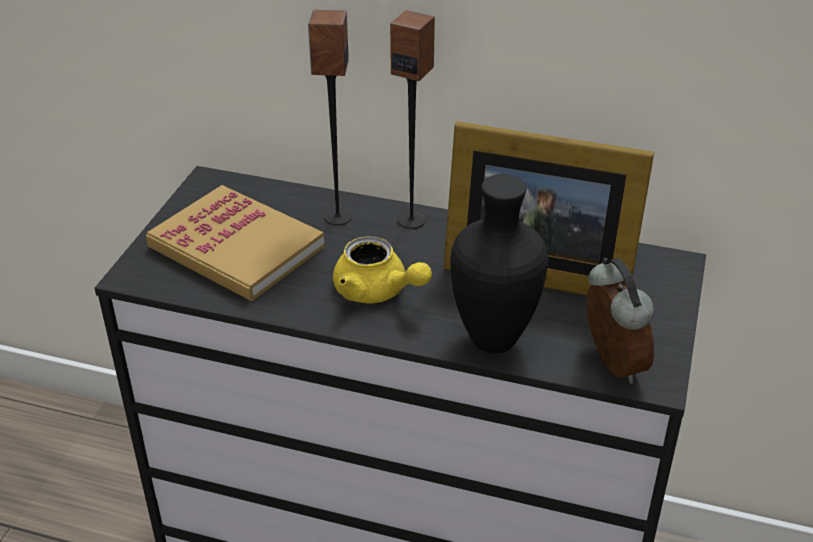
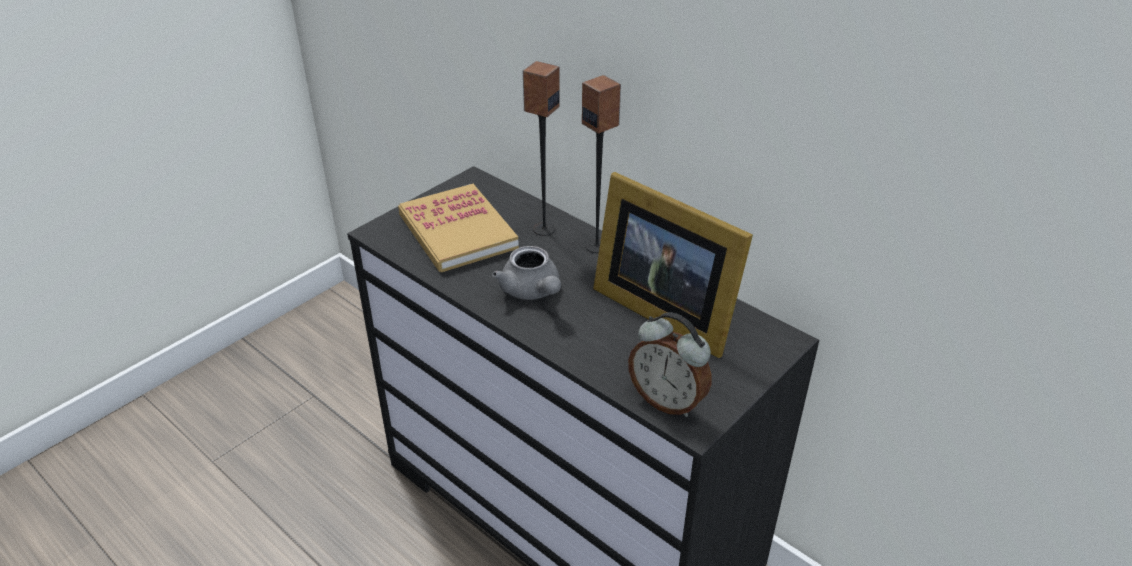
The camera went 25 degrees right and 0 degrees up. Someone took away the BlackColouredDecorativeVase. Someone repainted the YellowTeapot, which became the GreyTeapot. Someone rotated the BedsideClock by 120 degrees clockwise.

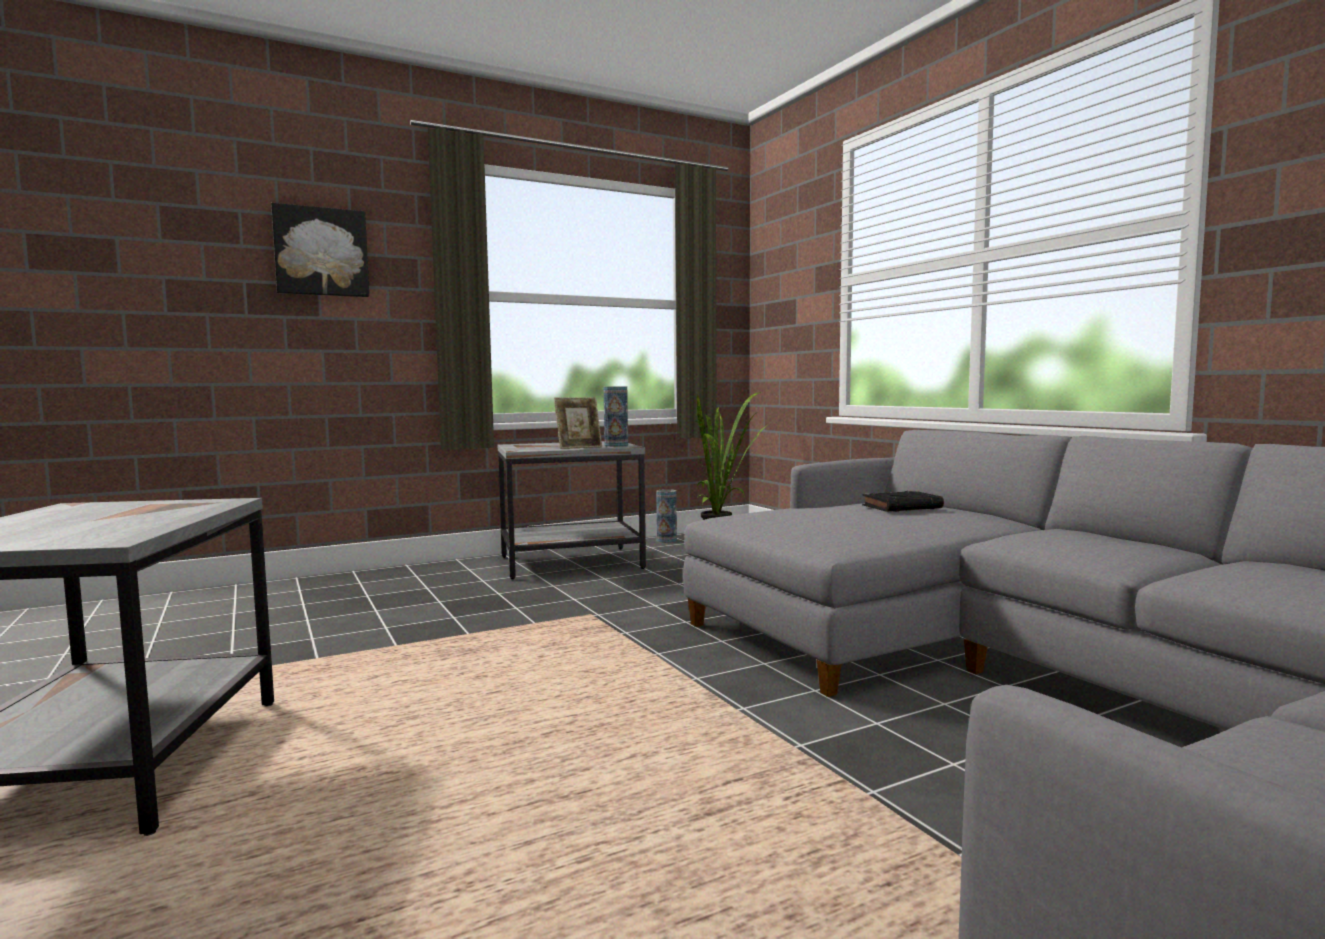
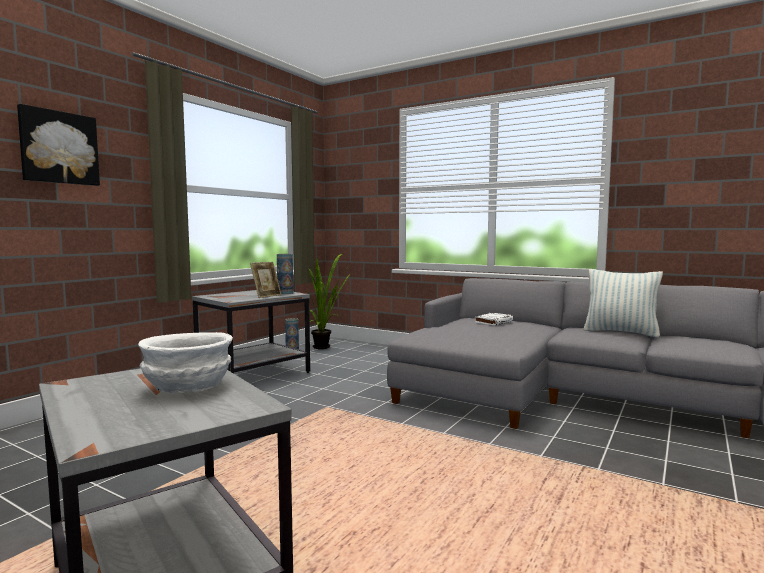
The camera went 30 degrees left and 0 degrees up. Someone put down the WhitishDeepDish. Someone put down the Cushion. Someone repainted the BlackColouredBook, which became the WhitishBook.

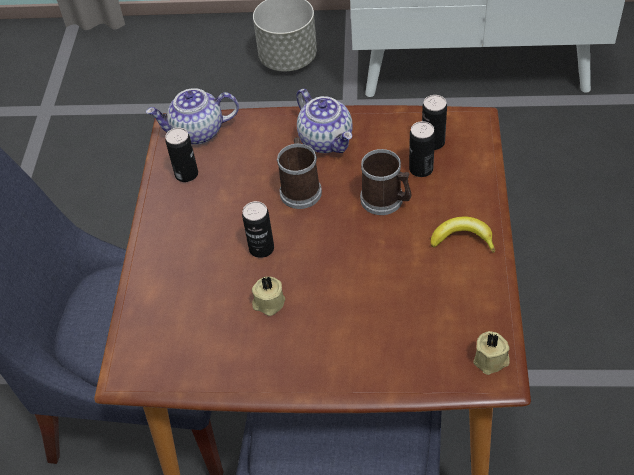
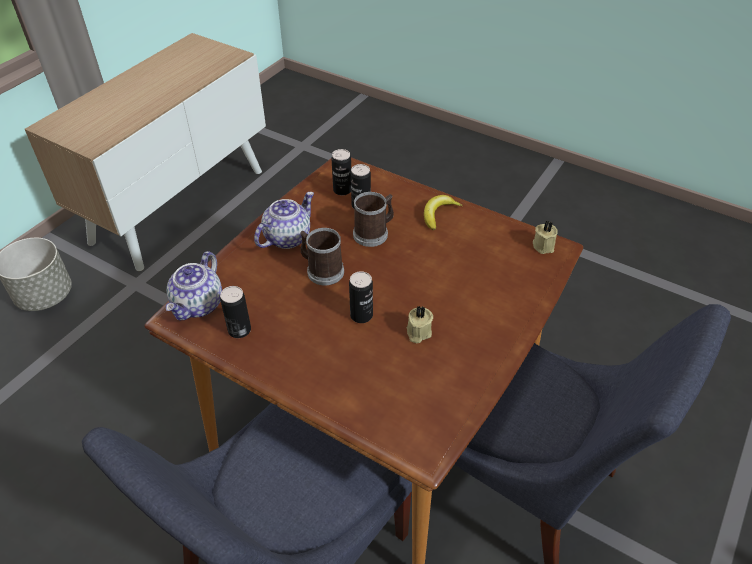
The camera went 65 degrees left and 5 degrees down. Someone rotated the Teapot (no. 2 from left) by 45 degrees counterclockwise.

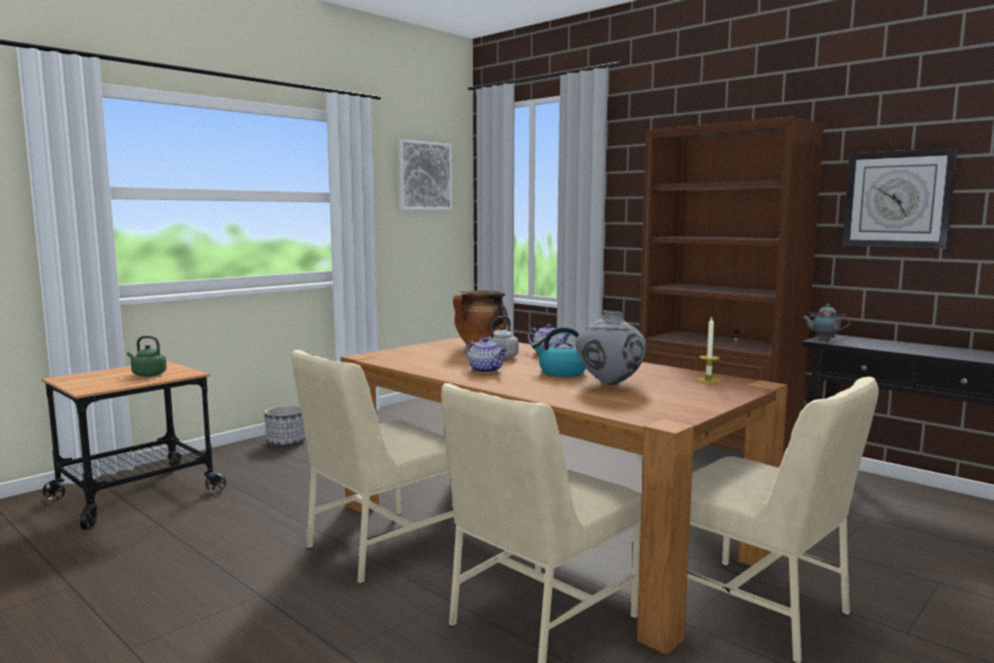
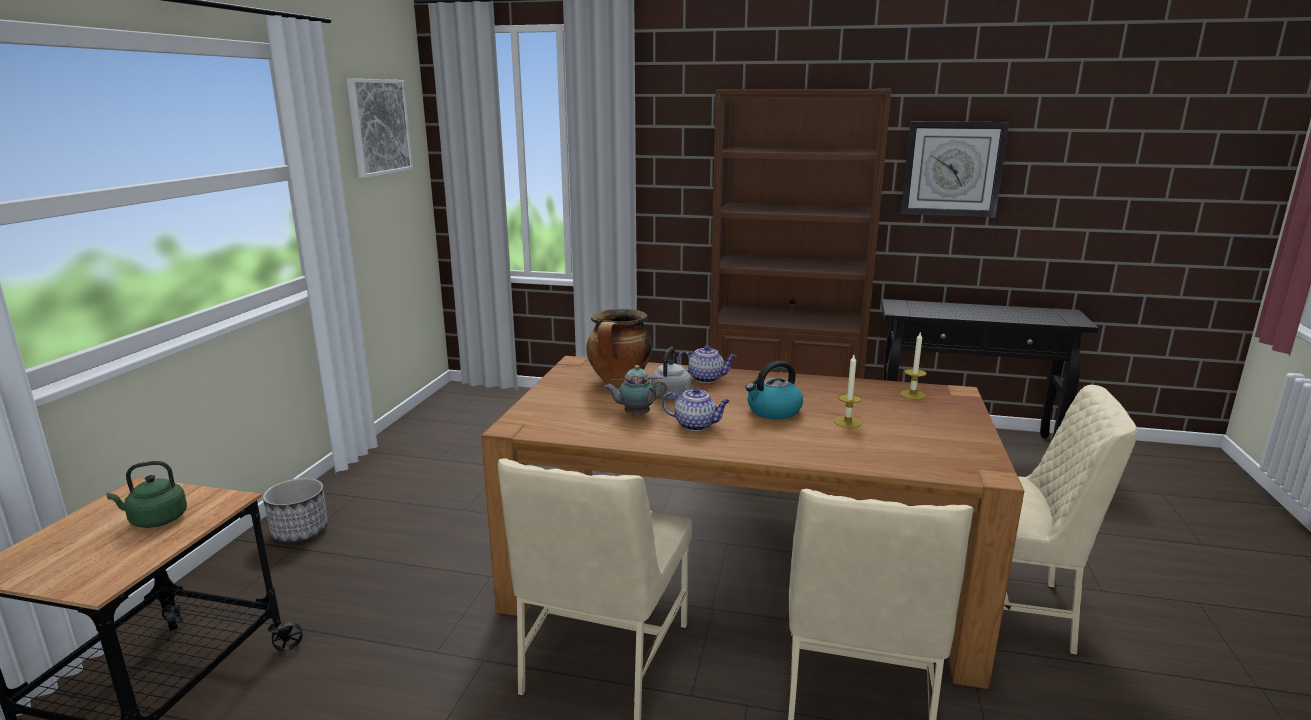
The camera went 30 degrees left and 10 degrees up. Someone carried the Teapot (no. 3 from left in the first image). Someone swapped the GreyDecorativeVase for the WaxLight (no. 1 from left).

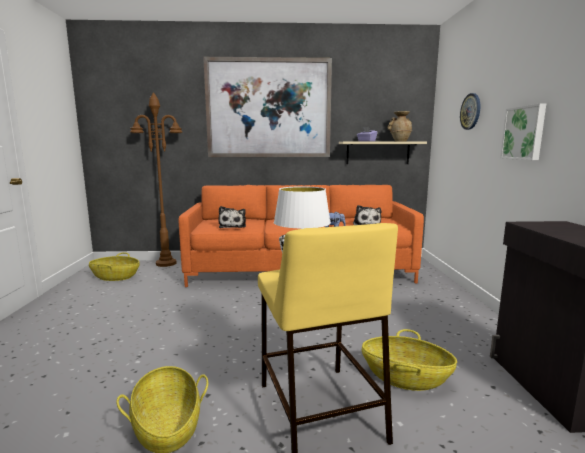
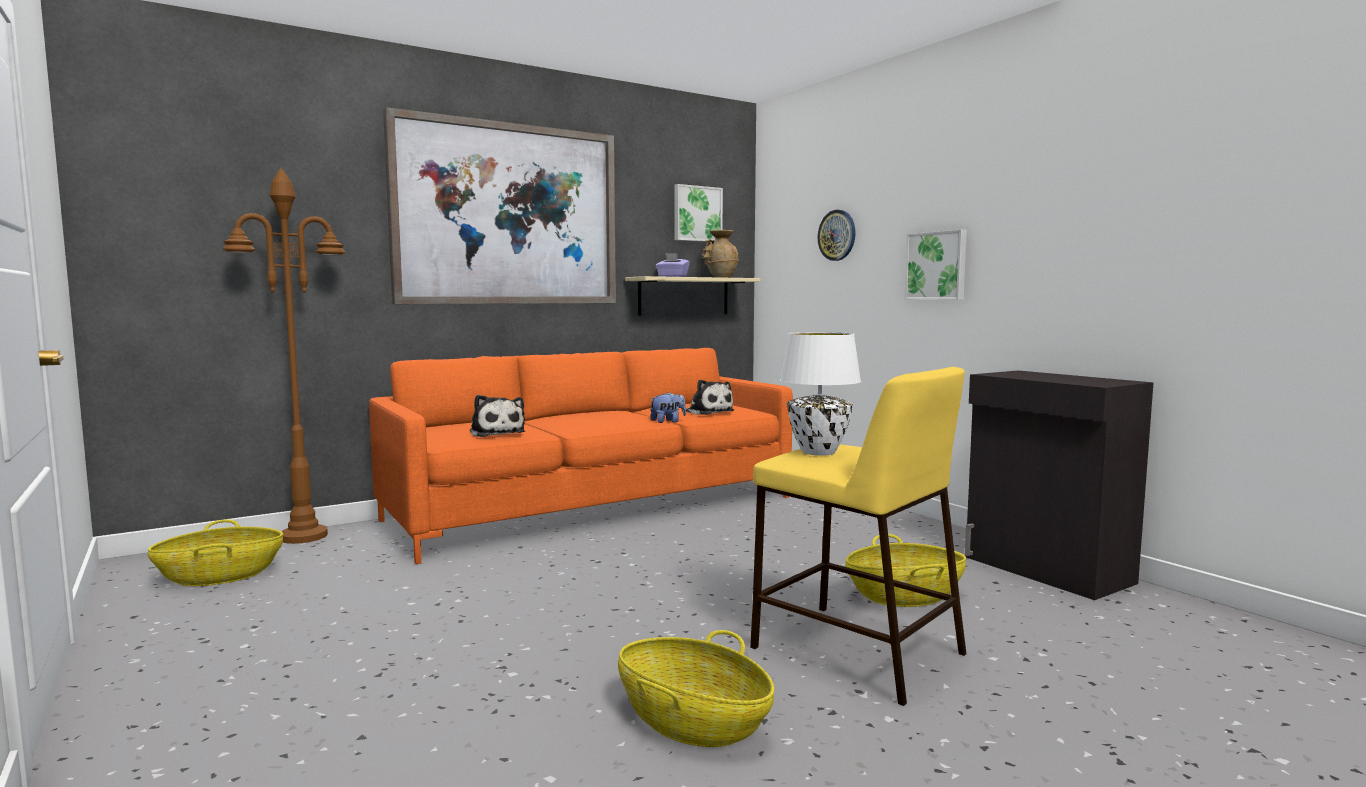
The camera went 30 degrees left and 5 degrees down. Someone put up the WallPicture (no. 2 from left).

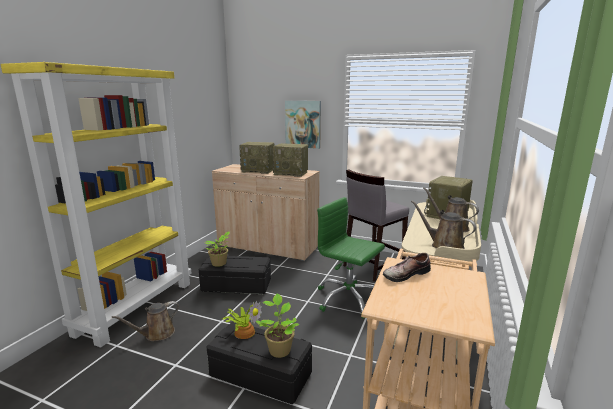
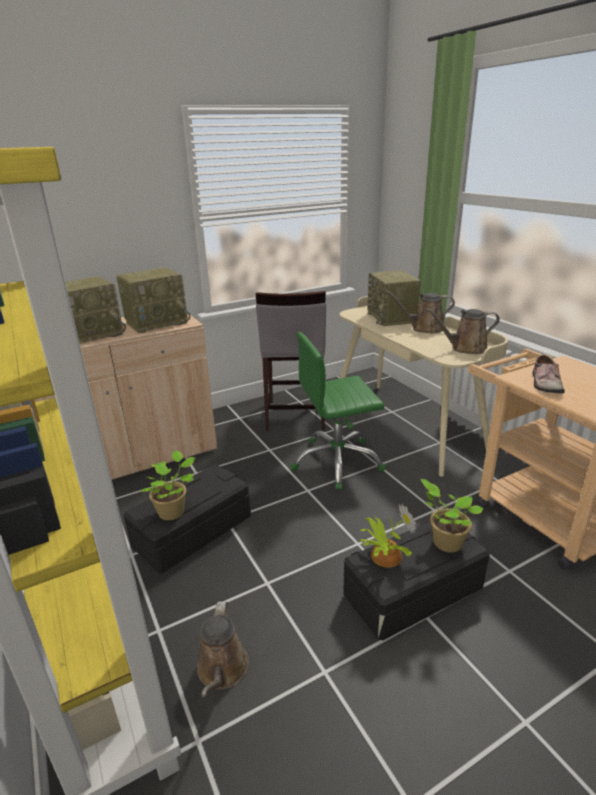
The camera went 50 degrees left and 10 degrees up. Someone took away the WallPicture.

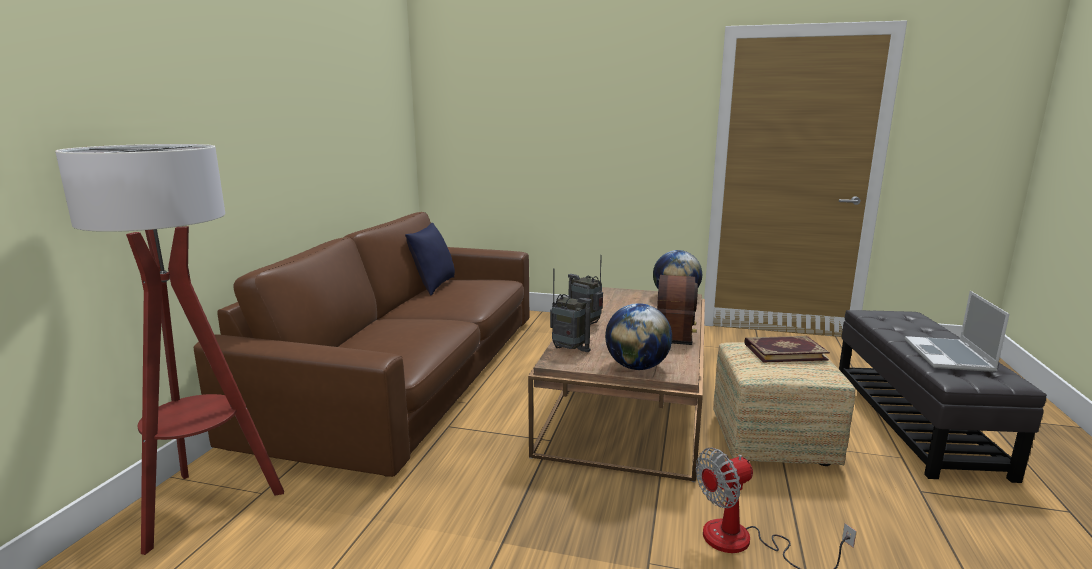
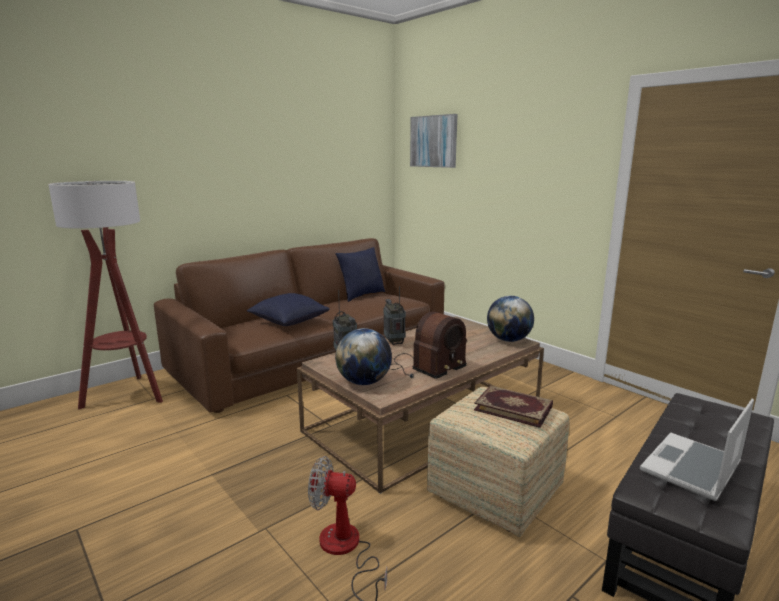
The camera went 35 degrees right and 0 degrees up. Someone put down the BluishCushion (no. 1 from left). Someone put up the WallPicture.

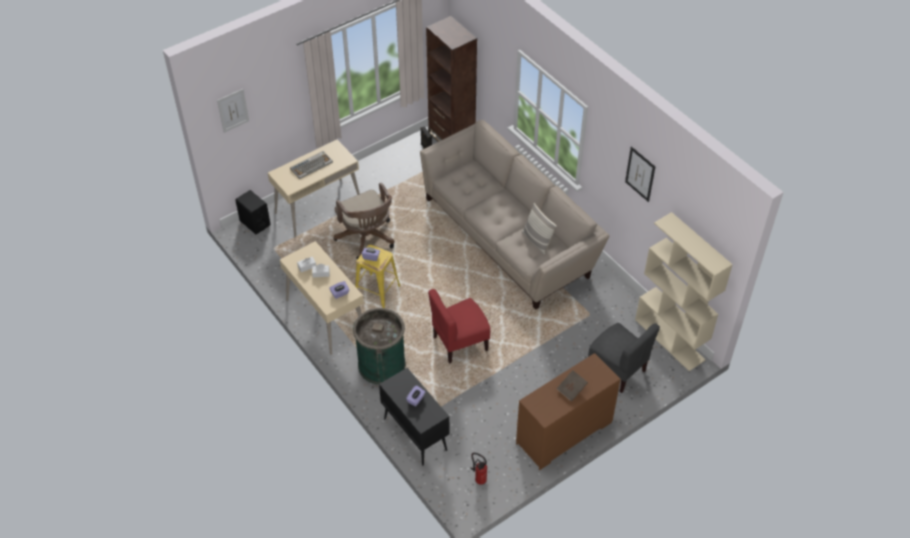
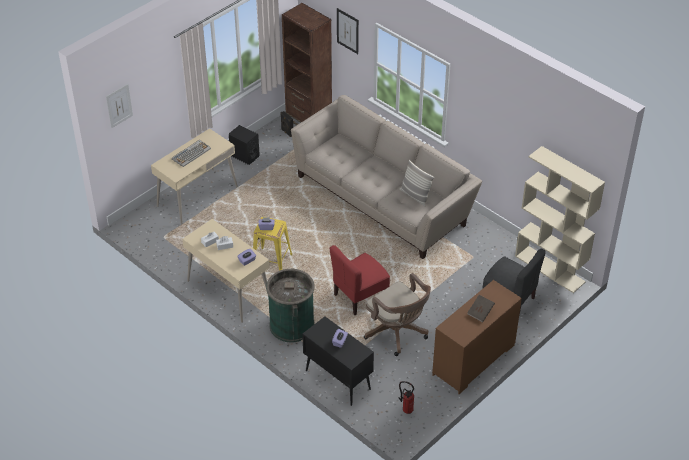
The camera went 10 degrees left and 5 degrees down. Someone carried the BlackColouredLoudspeaker (no. 1 from left). Someone carried the BrownColouredDeskChair. Someone carried the WallPicture (no. 2 from left).

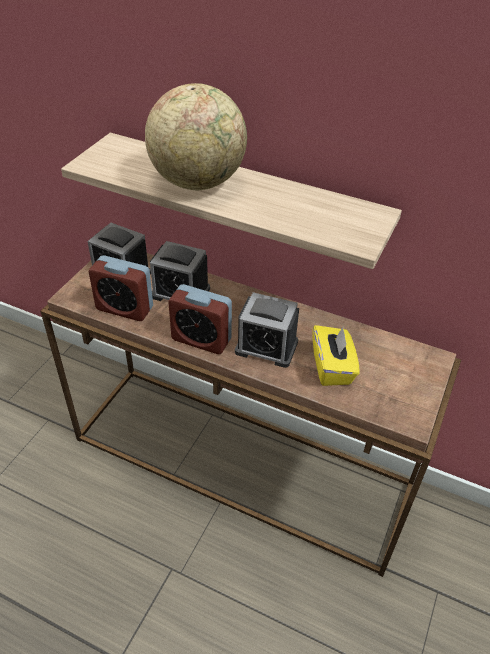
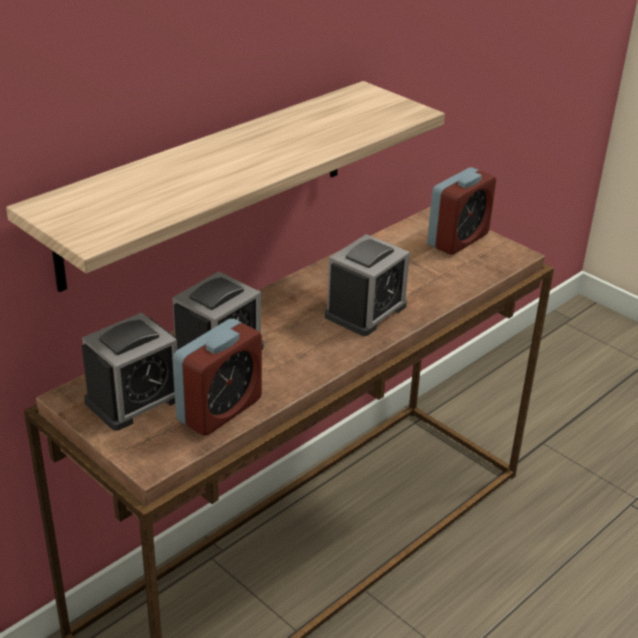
The camera went 70 degrees left and 10 degrees down. Someone took away the DeskGlobe. Someone took away the YellowBoxOfTissues. Someone carried the BedsideClock (no. 4 from left in the first image).

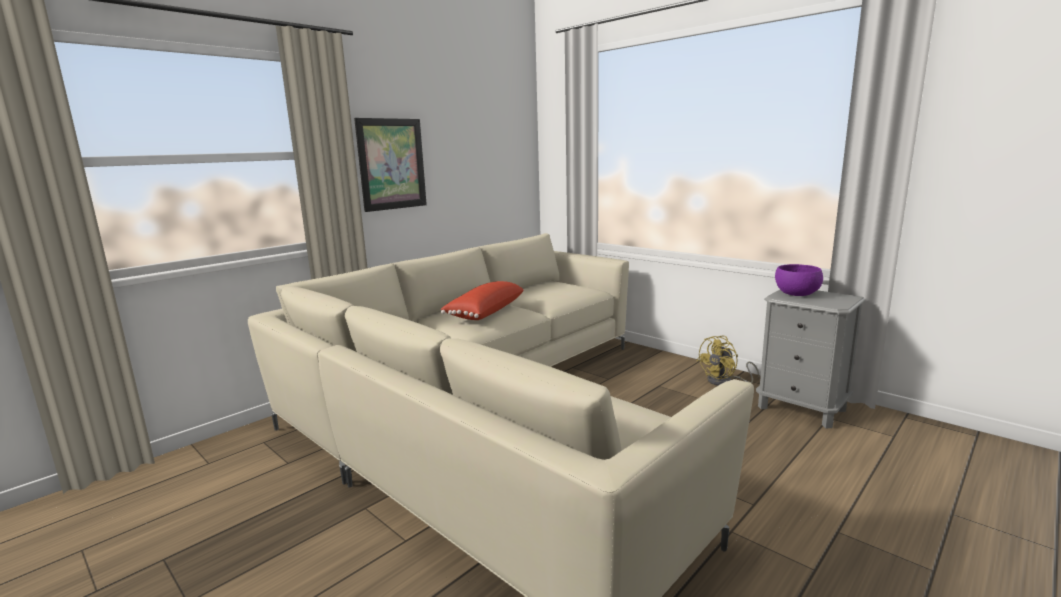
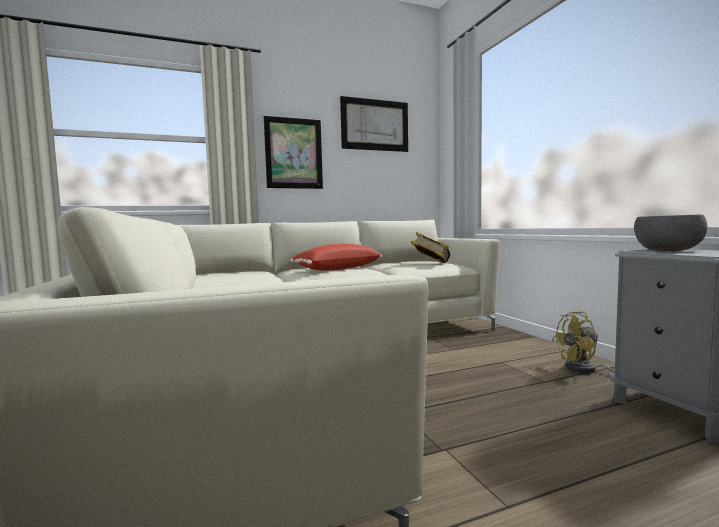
The camera went 25 degrees right and 10 degrees down. Someone put up the WallPicture (no. 2 from left). Someone put down the Book. Someone repainted the PurpleColouredDeepDish, which became the GreyDeepDish.

